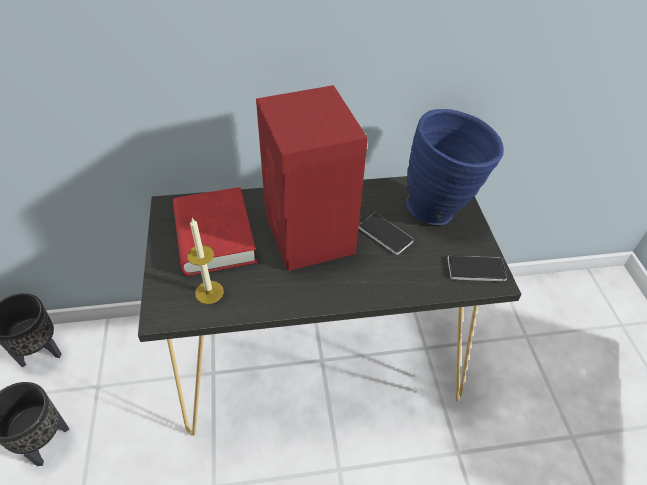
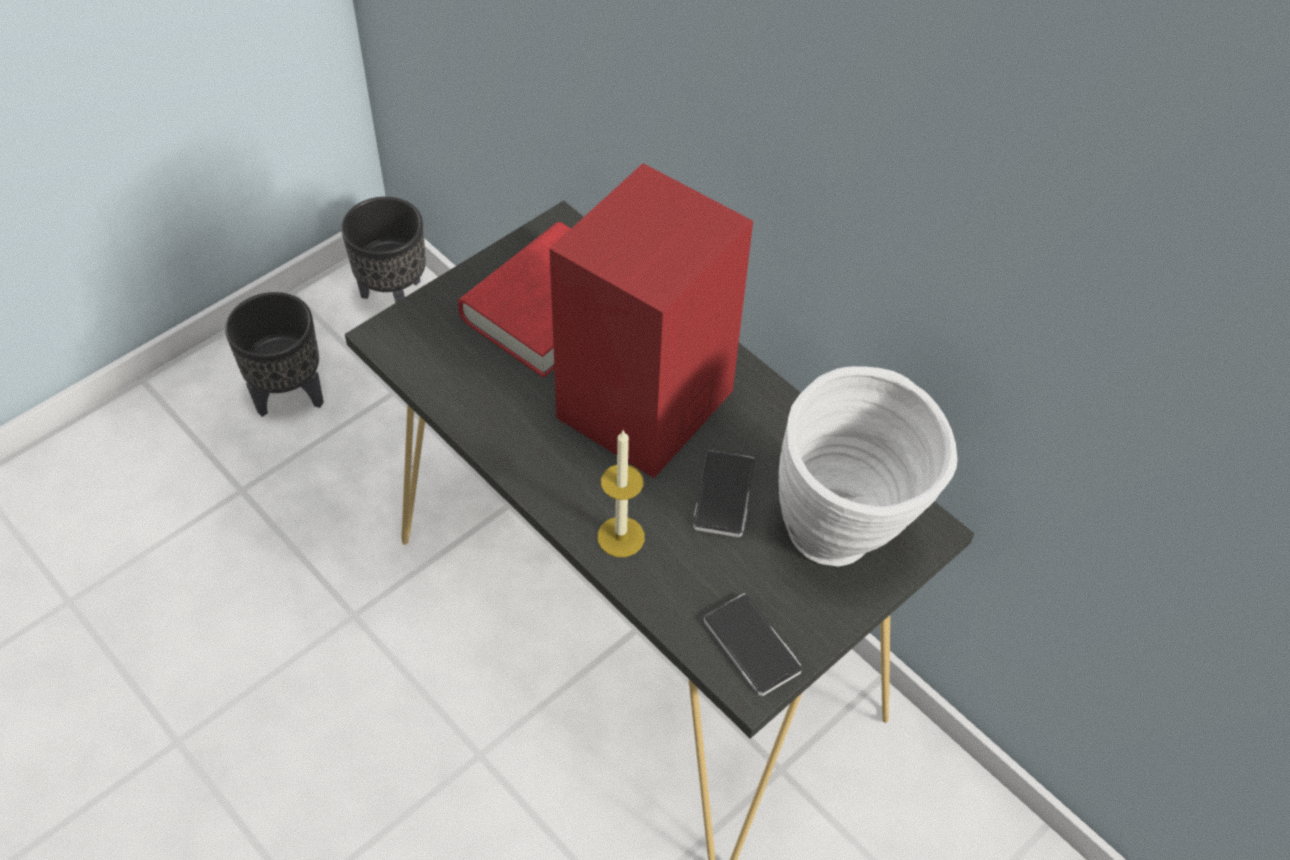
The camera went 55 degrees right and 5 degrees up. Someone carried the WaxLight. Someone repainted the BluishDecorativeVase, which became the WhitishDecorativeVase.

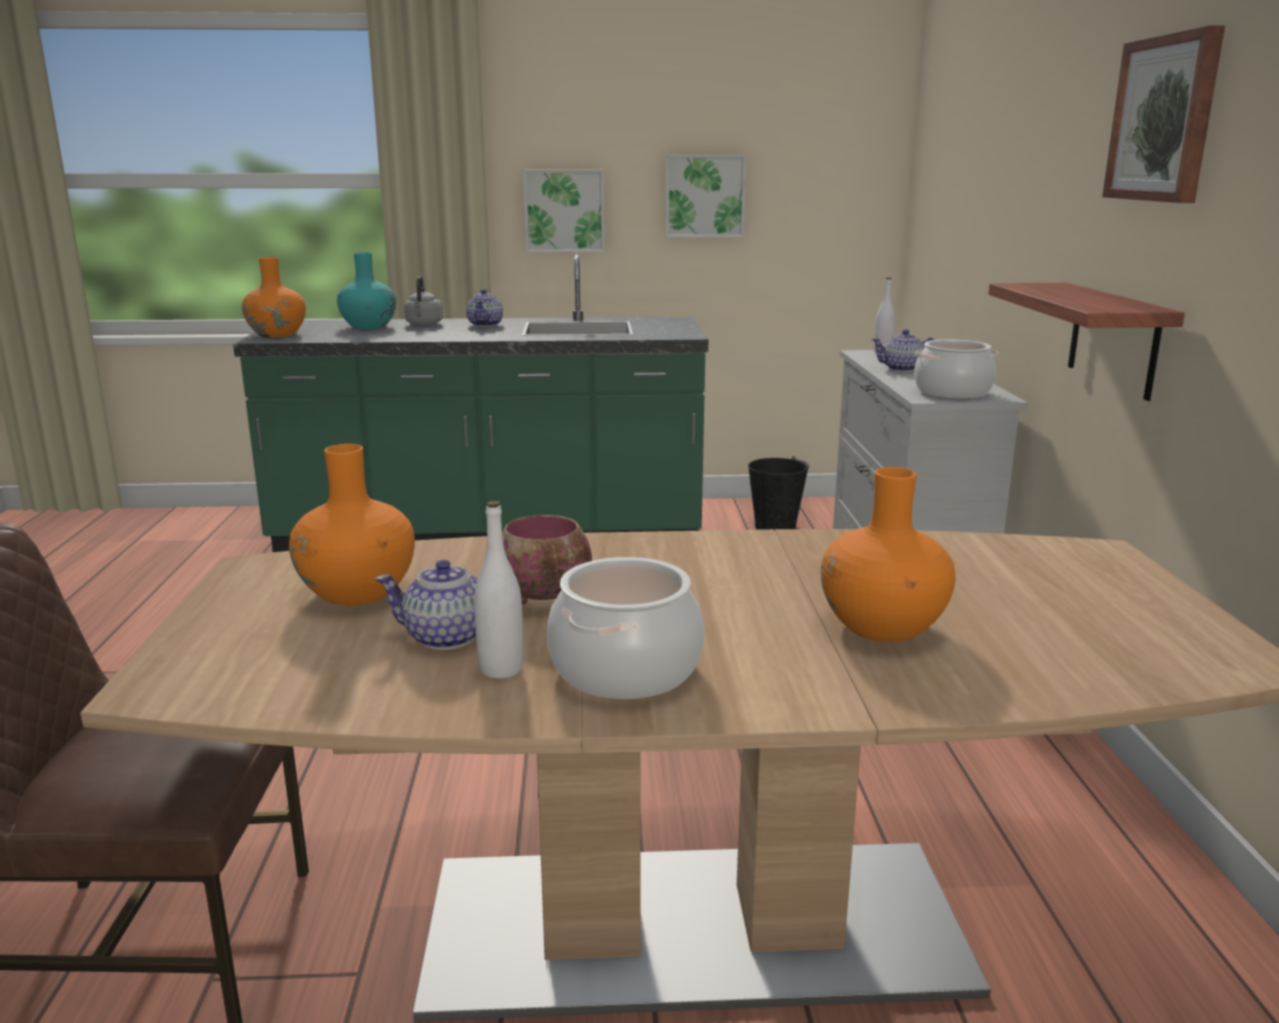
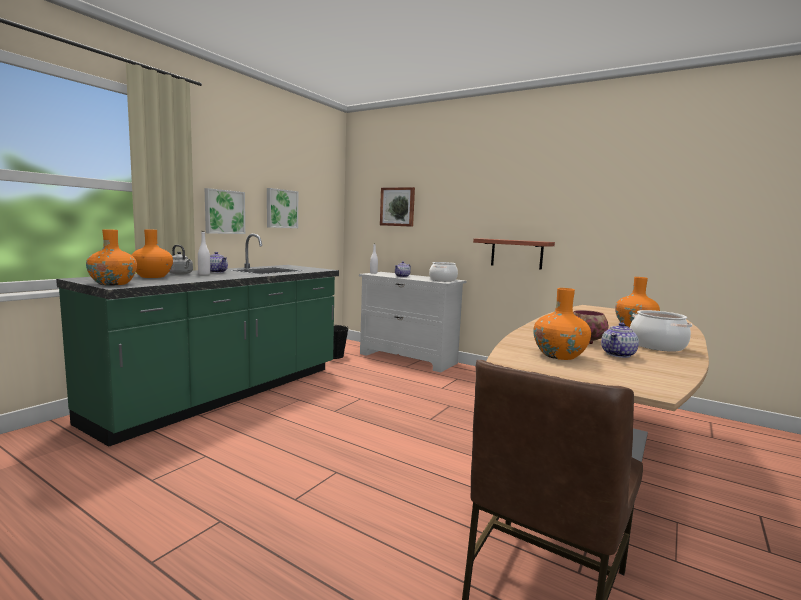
The camera went 55 degrees left and 10 degrees down. Someone carried the WhitishBottle (no. 1 from left). Someone carried the WallPicture (no. 3 from left). Someone repainted the TurquoiseDecorativeVase, which became the OrangeyDecorativeVase (no. 2 from left).

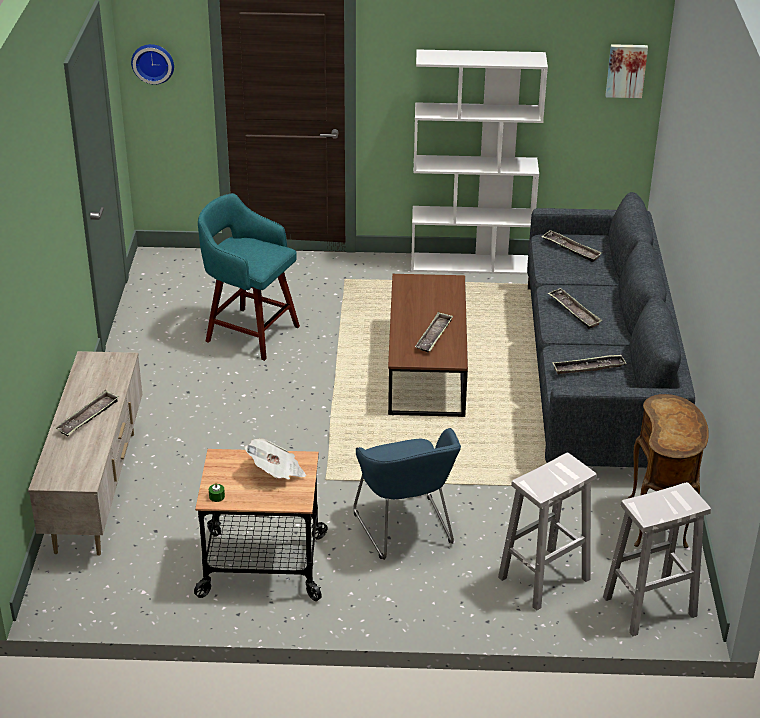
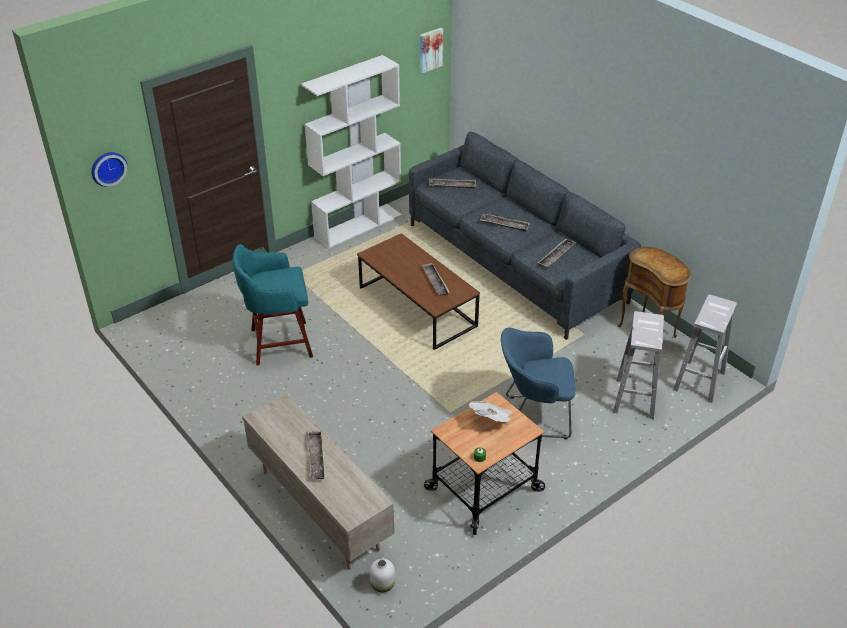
The camera went 40 degrees left and 5 degrees up. Someone put down the WhitishDecorativeVase. Someone rotated the BluishArmchair by 150 degrees clockwise.

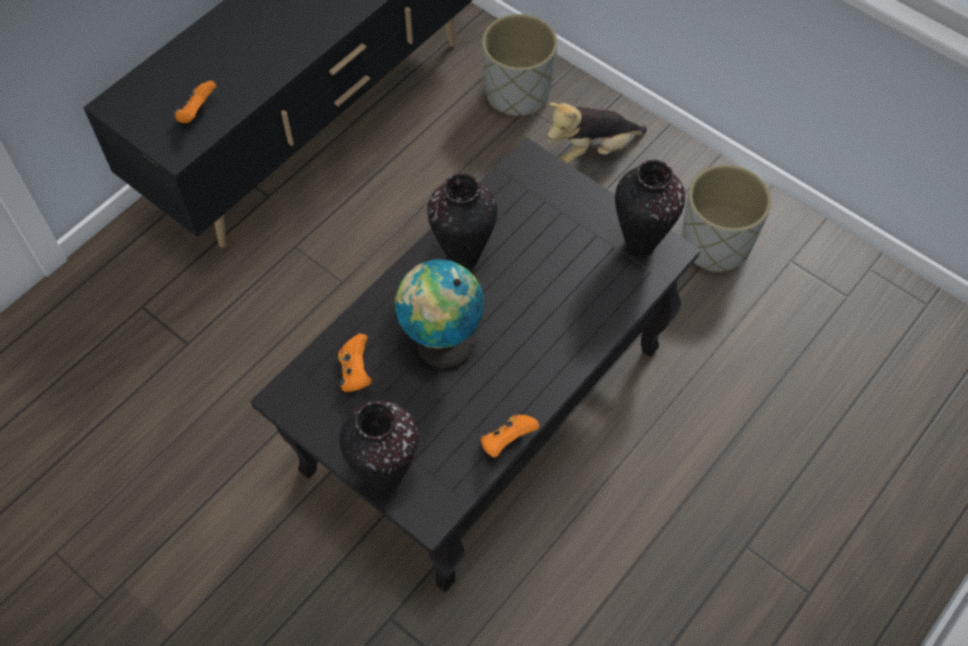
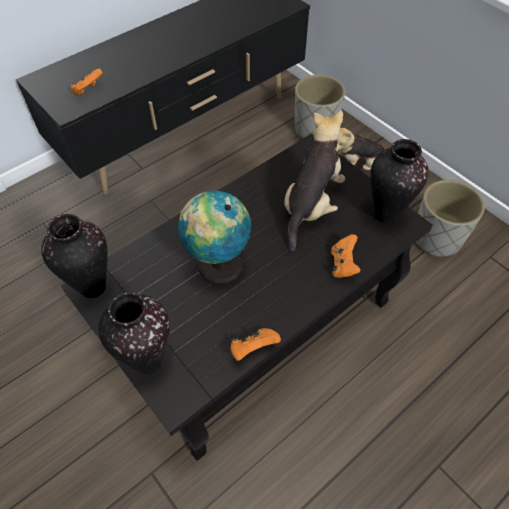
The camera went 10 degrees right and 5 degrees down. Someone put down the PlushToy (no. 1 from left). Someone carried the OrangeyGamepad (no. 2 from left in the first image). Someone carried the DecorativeVase (no. 2 from left in the first image).

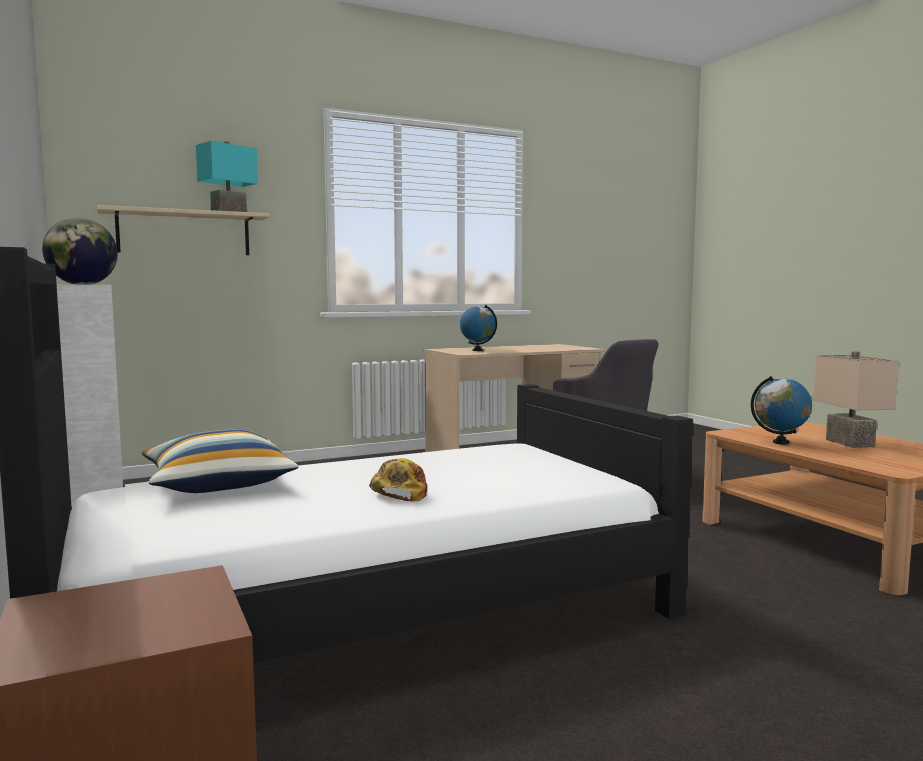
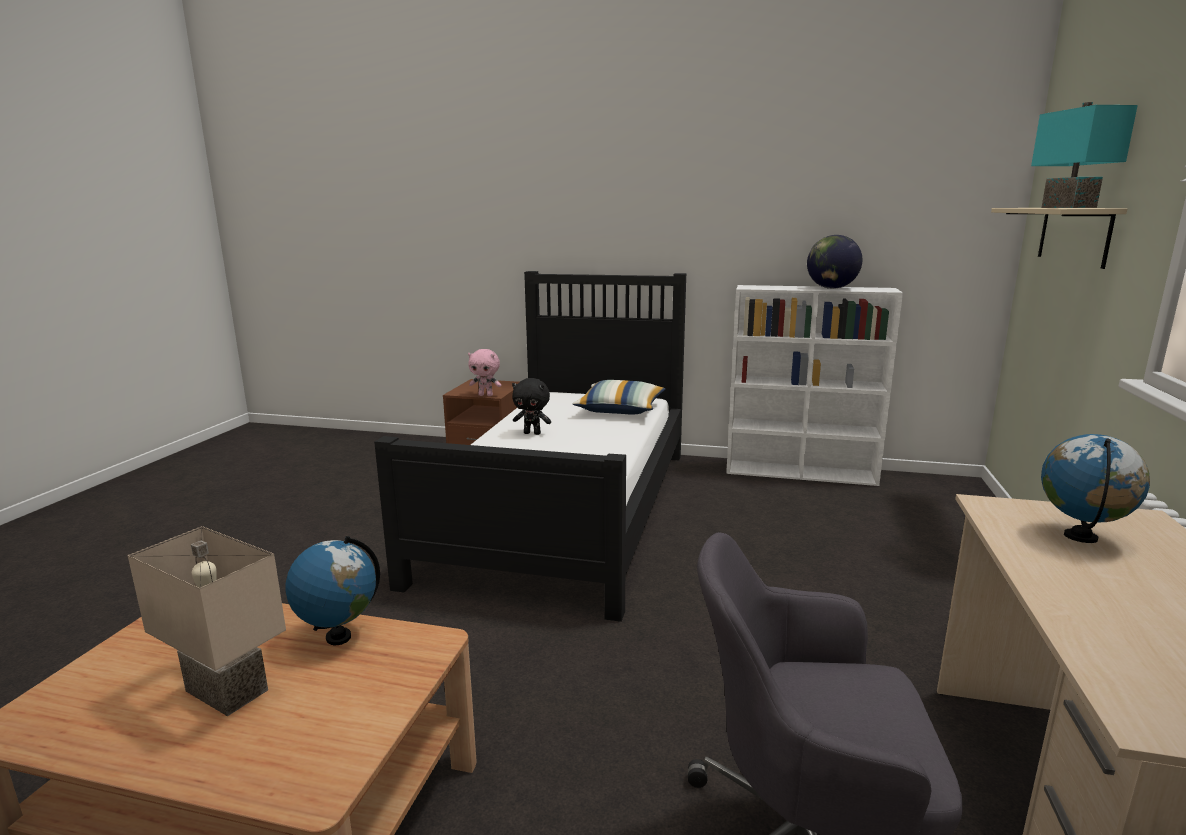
The camera went 130 degrees right and 10 degrees up. Someone put down the PinkPlushToy. Someone swapped the BaseballCap for the BlackColouredPlushToy.

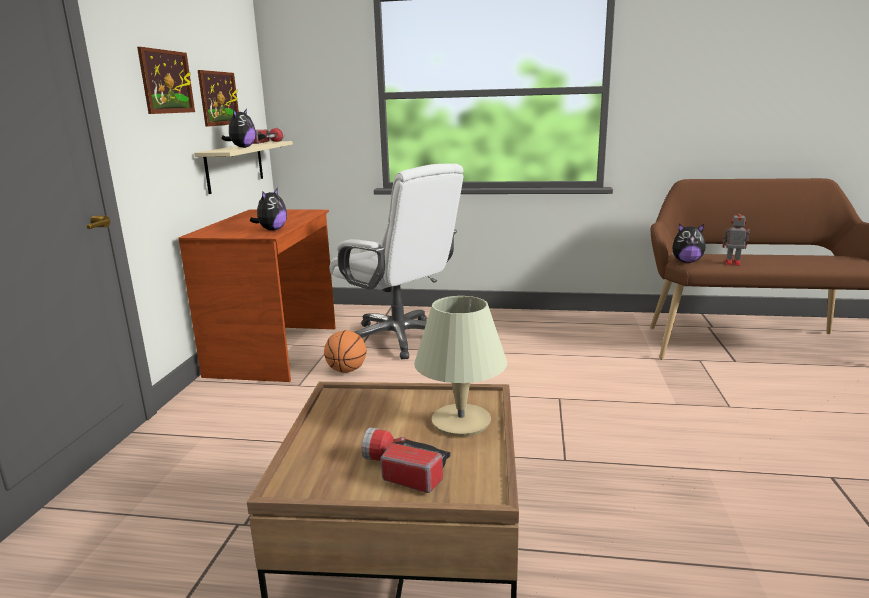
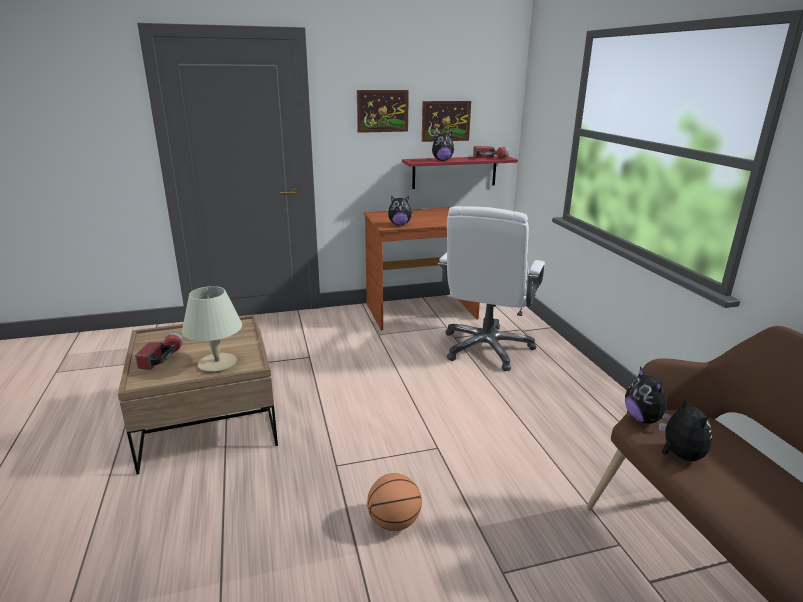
The camera went 65 degrees right and 5 degrees up. Someone carried the Basketball. Someone swapped the RobotFigure for the PlushToy (no. 4 from left). Someone repainted the BeigeColouredWallShelf, which became the ReddishWallShelf.

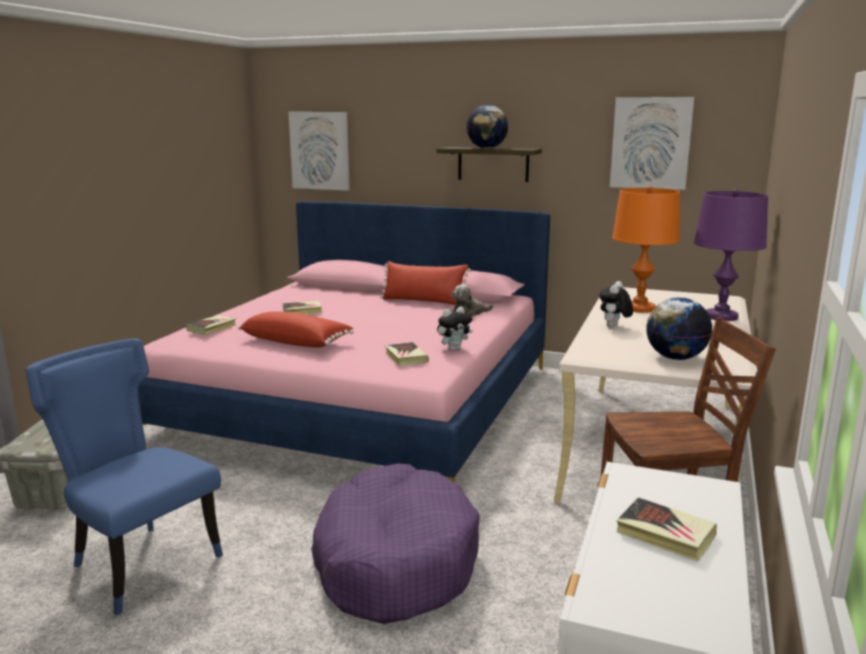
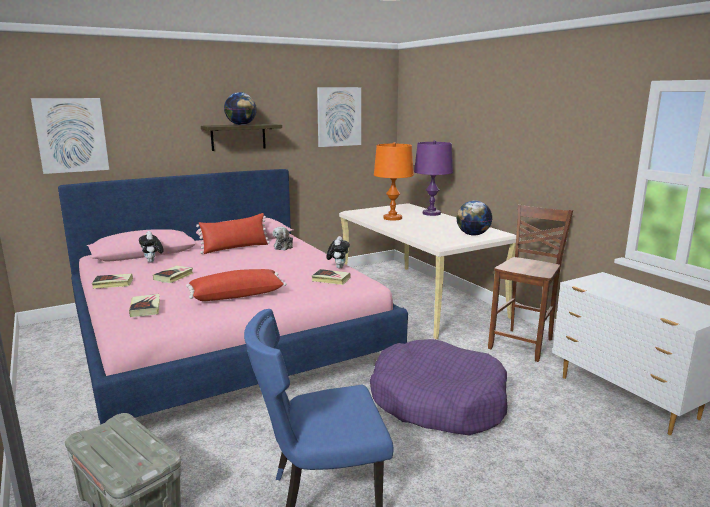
The camera went 50 degrees left and 0 degrees up. Someone carried the PlushToy (no. 3 from left in the first image). Someone carried the Book (no. 4 from left in the first image).

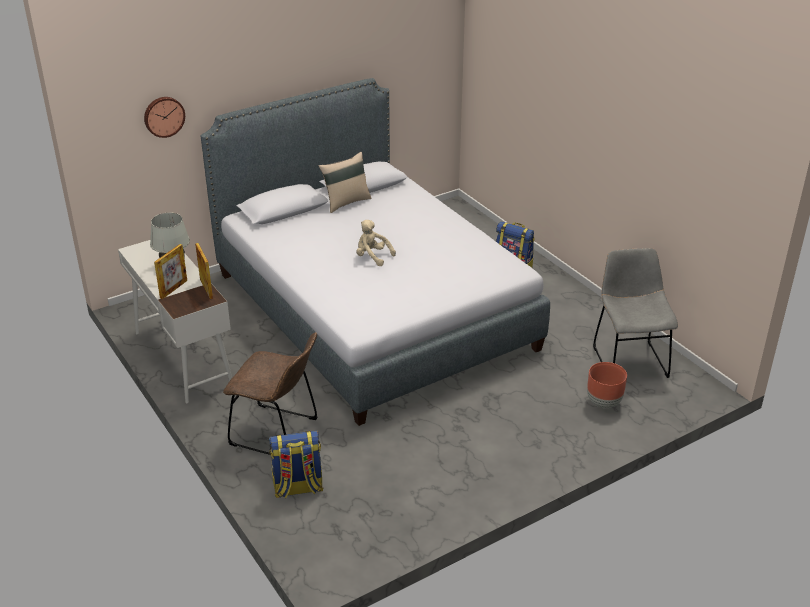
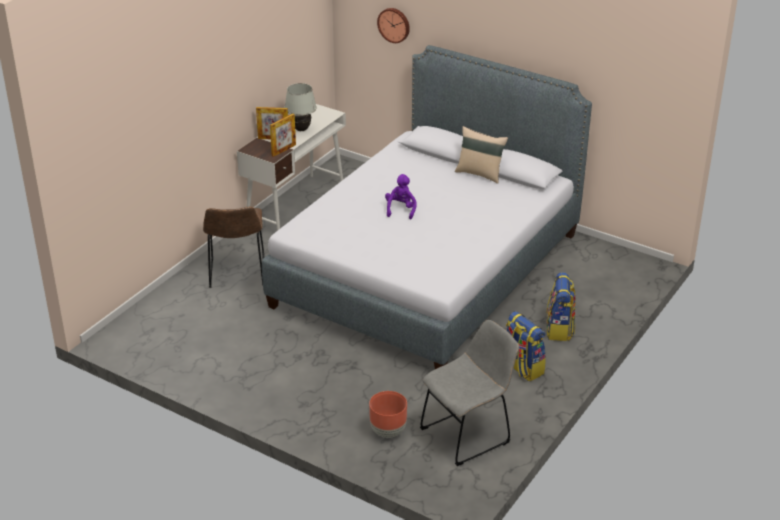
The camera went 65 degrees right and 0 degrees up. Someone carried the Backpack (no. 1 from left). Someone repainted the BeigeColouredPlushToy, which became the PurpleColouredPlushToy.

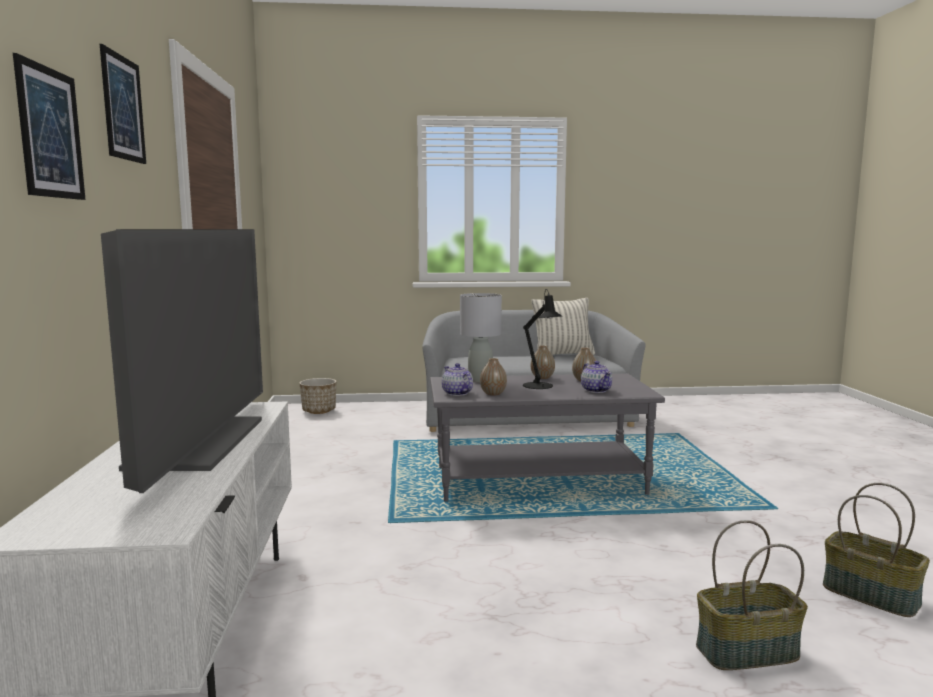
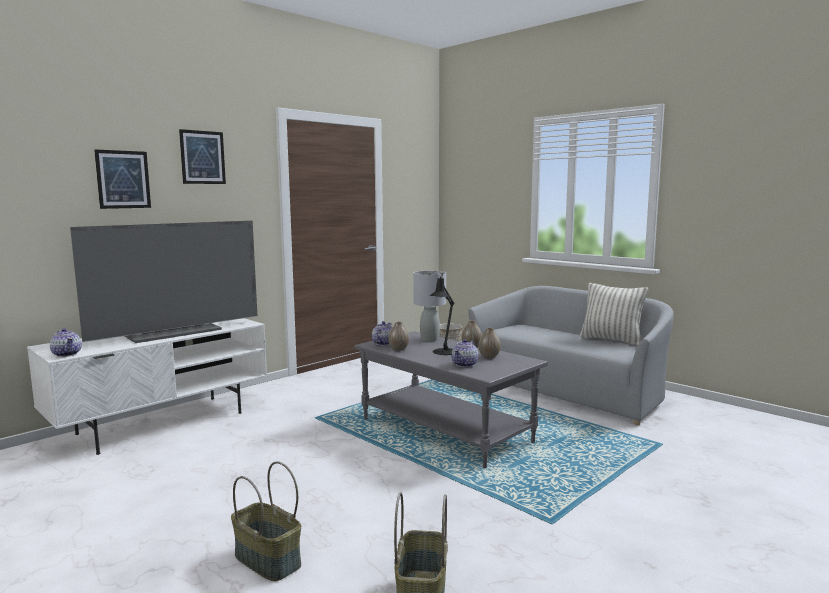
The camera went 50 degrees right and 0 degrees up. Someone put down the Teapot (no. 1 from left).

